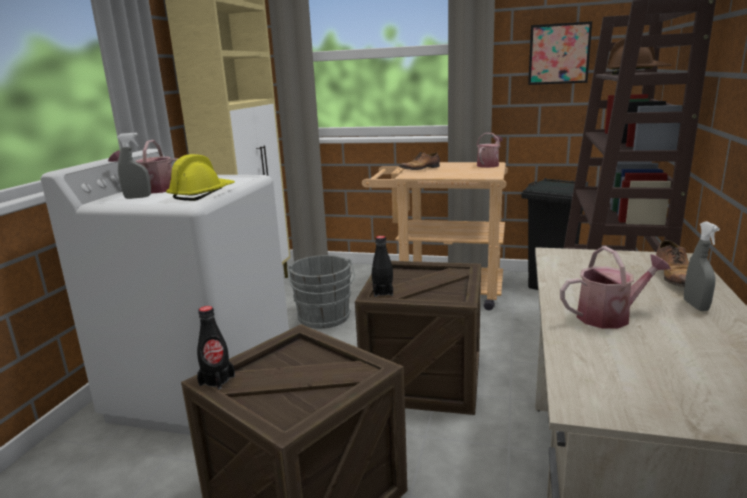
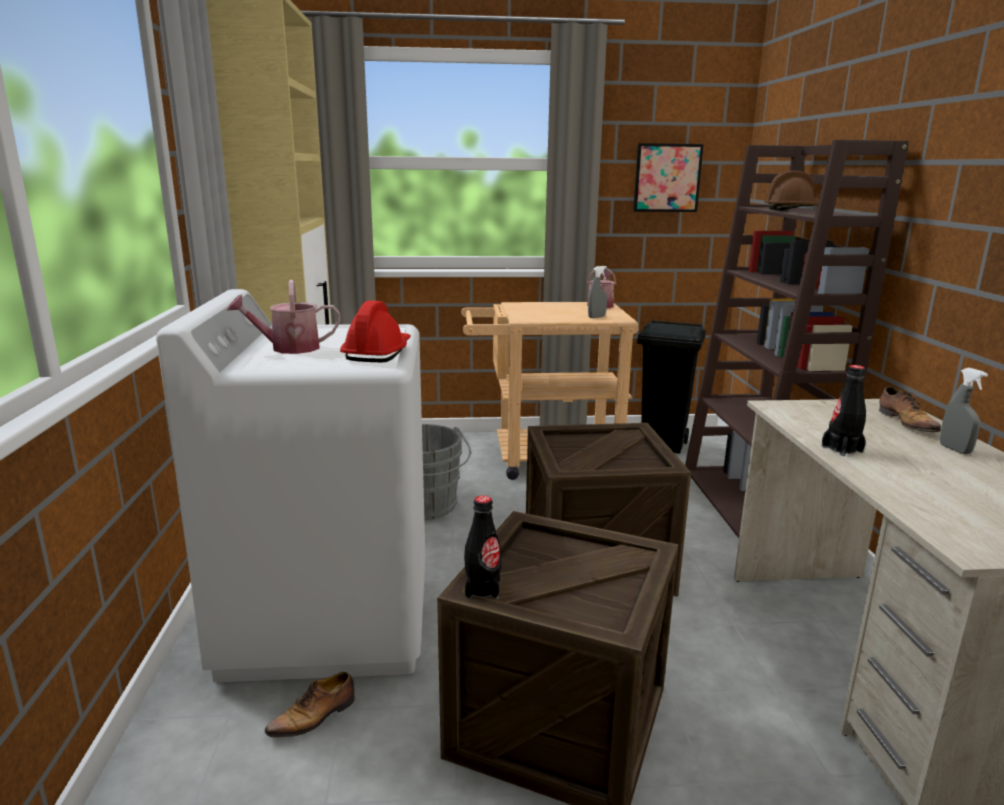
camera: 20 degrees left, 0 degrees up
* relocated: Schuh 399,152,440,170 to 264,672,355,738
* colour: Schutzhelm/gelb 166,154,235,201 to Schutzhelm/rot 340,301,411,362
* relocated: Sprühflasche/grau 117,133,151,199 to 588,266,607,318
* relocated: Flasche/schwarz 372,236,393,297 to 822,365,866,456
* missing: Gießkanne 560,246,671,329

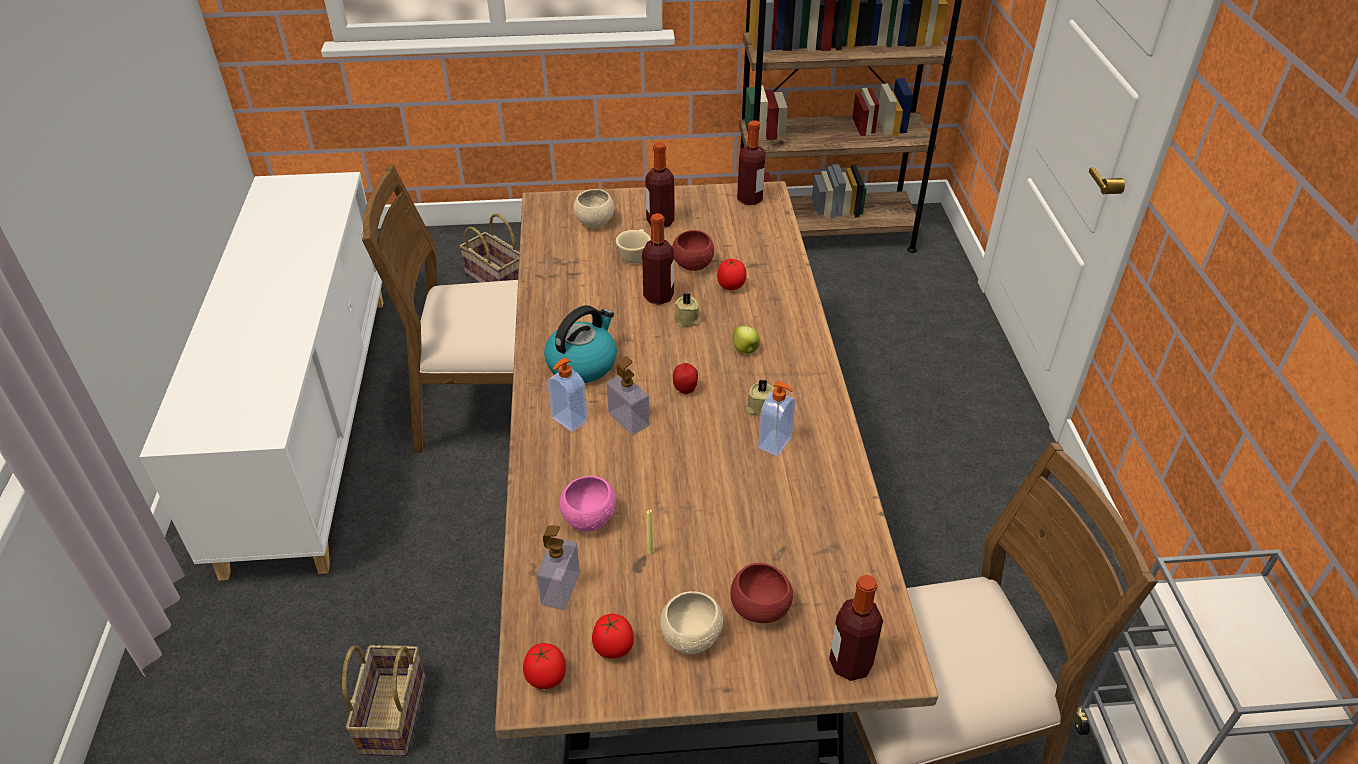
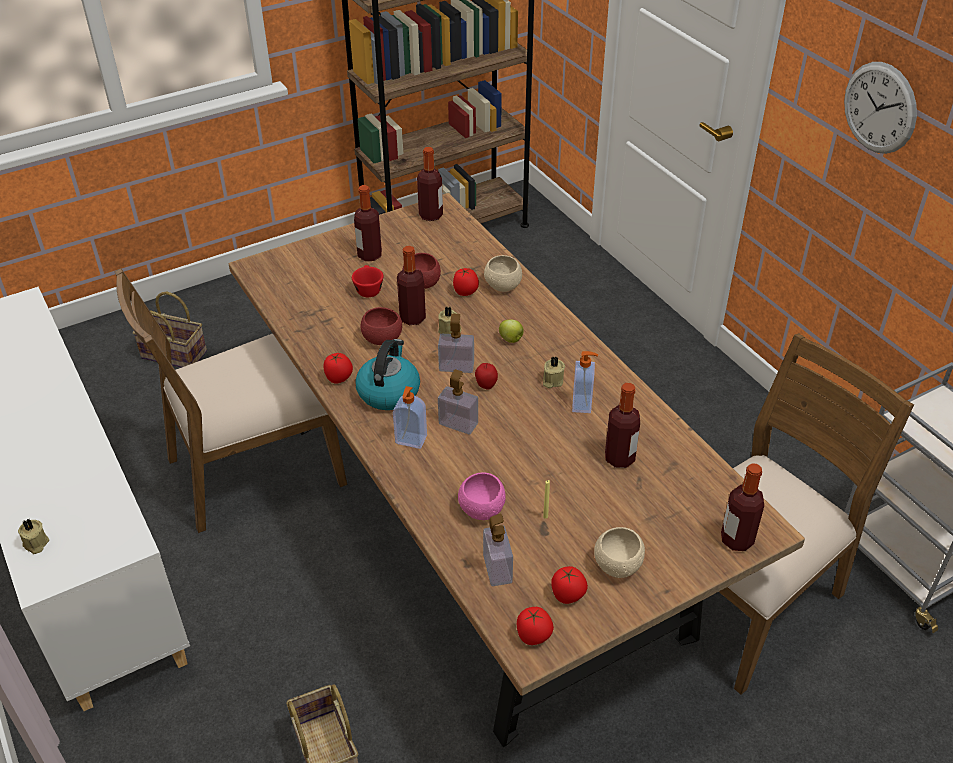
camera: 25 degrees left, 0 degrees up
* appeared: Kerze/beige 18,519,49,554
* appeared: Tomate 323,353,353,384
* colour: Tasse/beige 616,229,651,264 to Tasse/rot 352,265,384,297
* relocated: Schüssel/rot 730,563,793,623 to 361,307,402,345
* appeared: Seifenspender 438,314,474,373
* relocated: Schüssel/beige 574,189,614,227 to 484,255,522,292
* appeared: Flasche 605,383,640,468
* appeared: Wanduhr 844,62,917,154

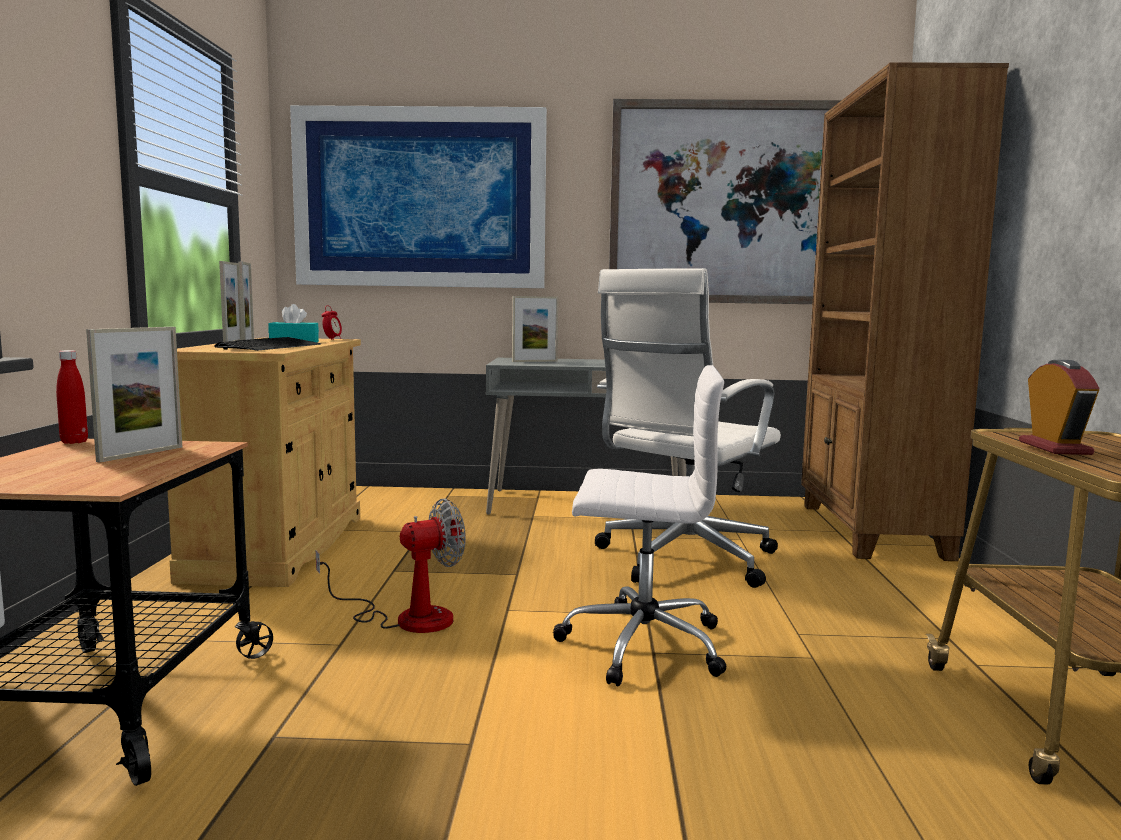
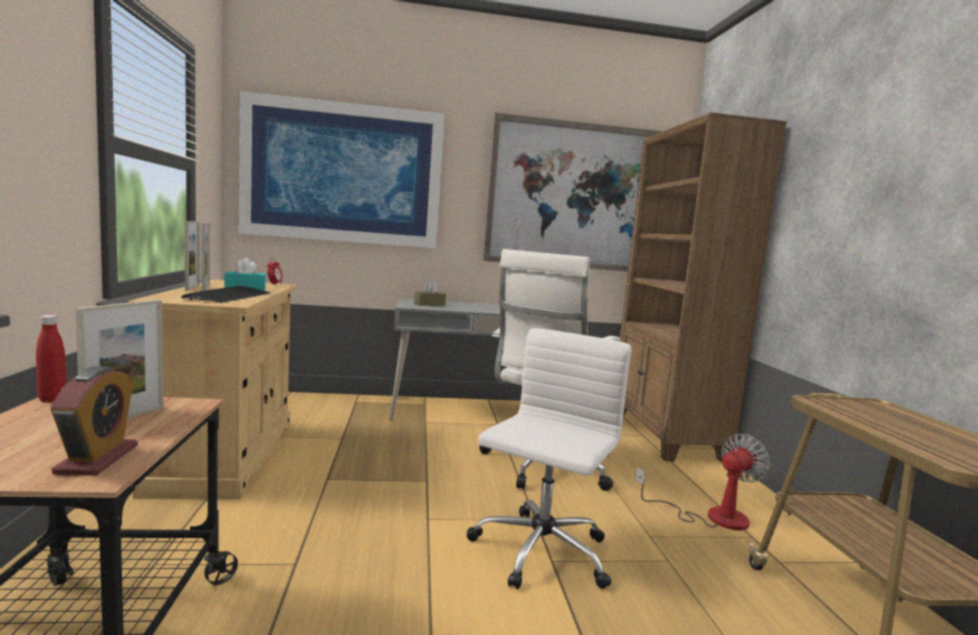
camera: 10 degrees left, 0 degrees up
* relocated: Wecker 1019,360,1100,455 to 50,366,138,476
* exchanged: Bilderrahmen 512,296,558,362 to Taschentuchbox/braun 414,281,446,306
* spun: Bürostuhl/weiß 553,365,727,687 = 466,328,632,589 60 degrees counterclockwise
* relocated: Ventilator 316,499,466,633 to 635,434,770,530

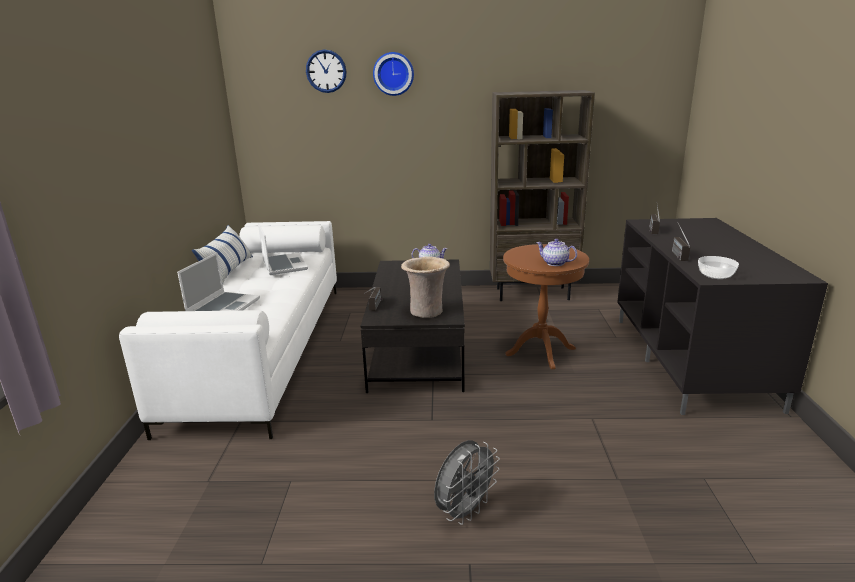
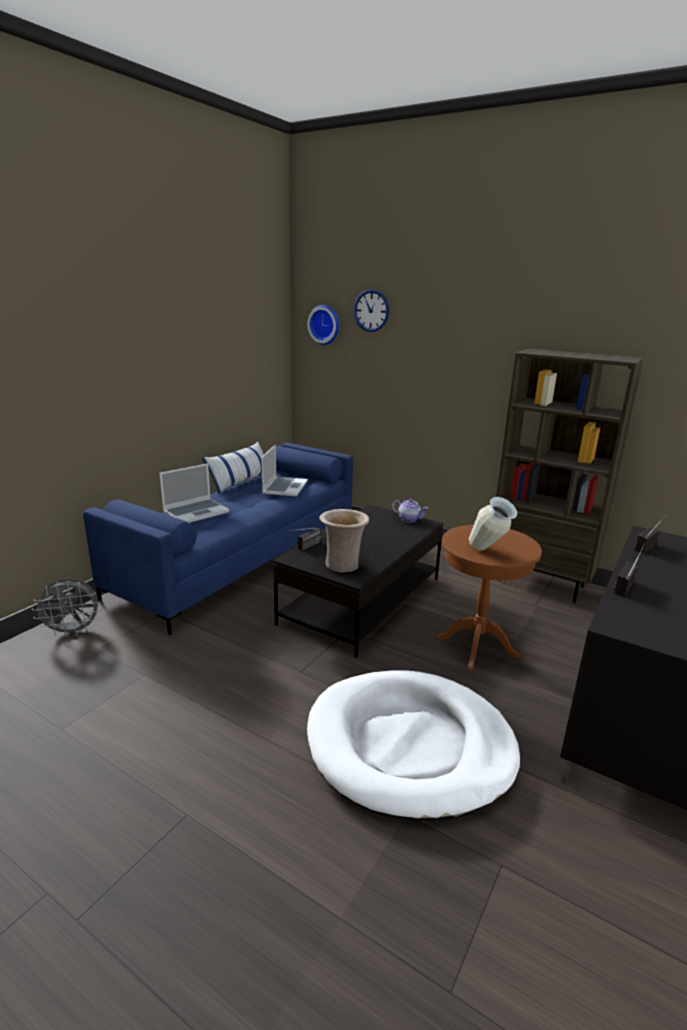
camera: 30 degrees right, 0 degrees up
* relocated: Ventilator/grau 434,440,500,525 to 32,579,102,637
* colour: Sofa/weiß 119,221,337,440 to Sofa/blau 83,443,353,635
* relocated: Wanduhr 373,52,414,96 to 307,305,339,345
* appeared: Hundebett/weiß 307,671,520,821
* exchanged: Teekanne 536,239,577,266 to Vase 469,497,517,550
* missing: Schüssel 698,256,739,279

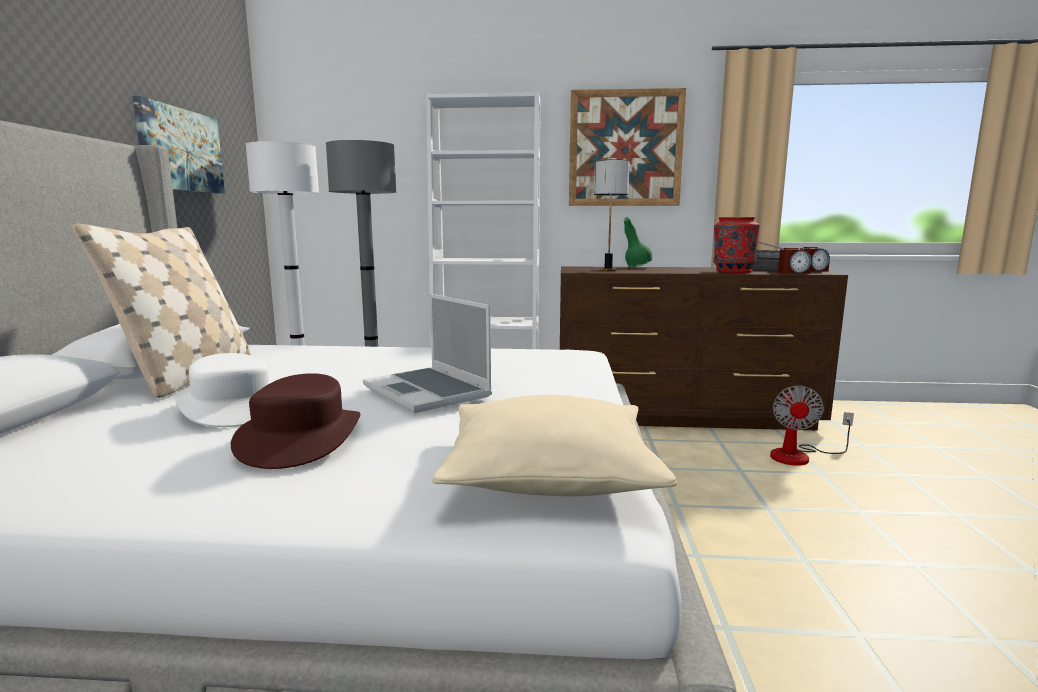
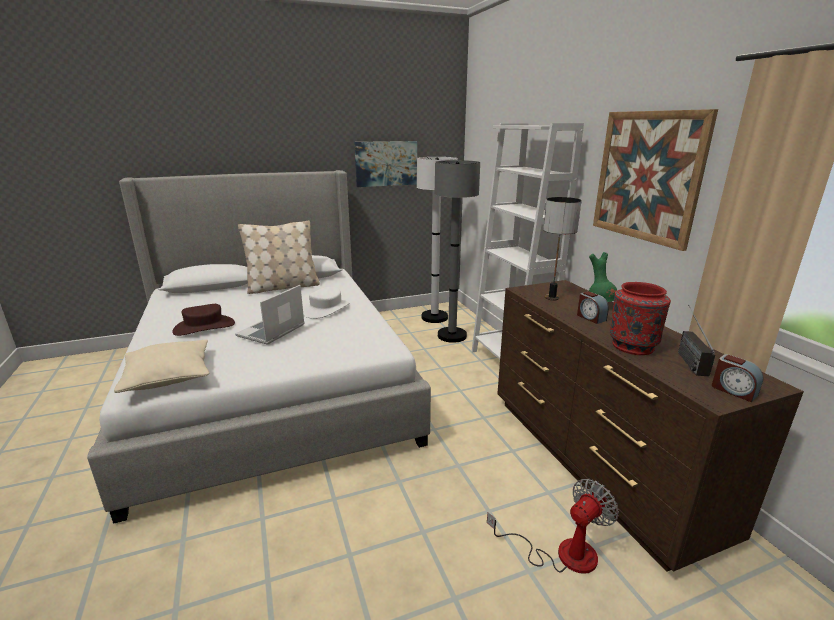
camera: 65 degrees right, 10 degrees up
* relocated: Hut/weiß 175,353,270,427 to 303,287,349,319
* spun: Ventilator 770,385,854,466 = 487,479,619,574 150 degrees clockwise
* relocated: Wecker 778,248,812,274 to 577,291,609,324

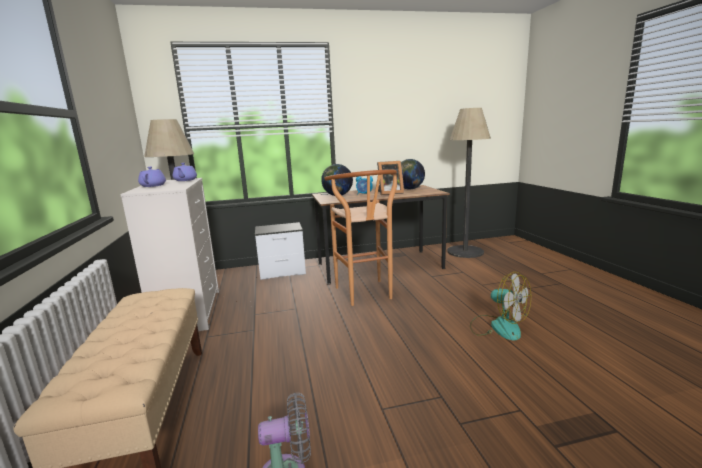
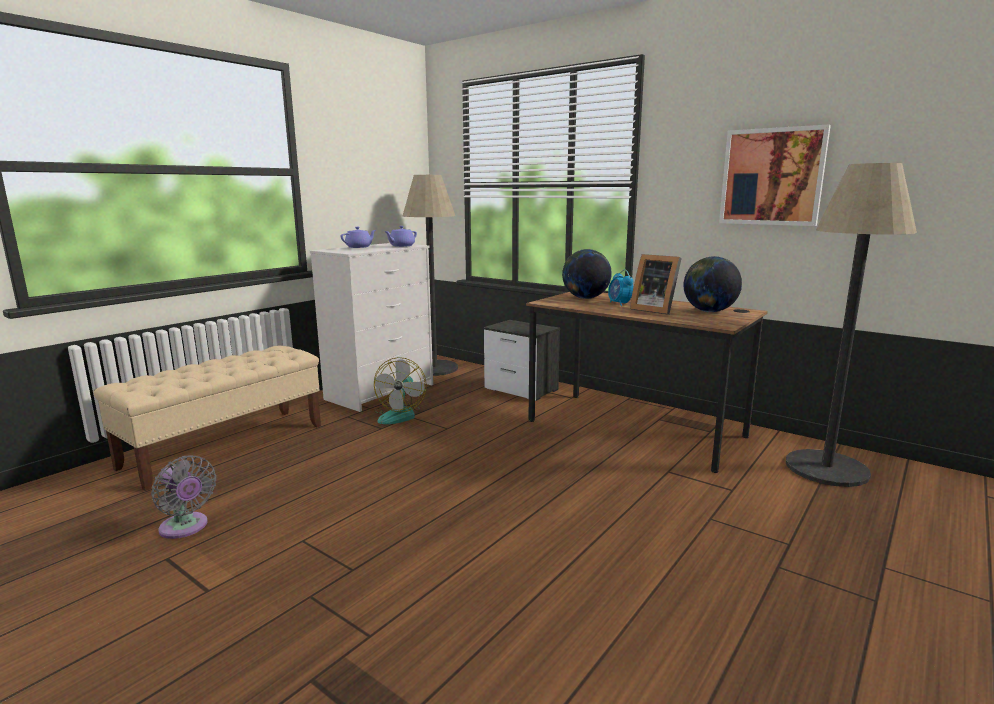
camera: 50 degrees right, 0 degrees up
* relocated: Ventilator 470,272,531,341 to 374,357,427,424
* appeared: Bild 719,124,831,226
* missing: Hocker/braun 324,169,397,306

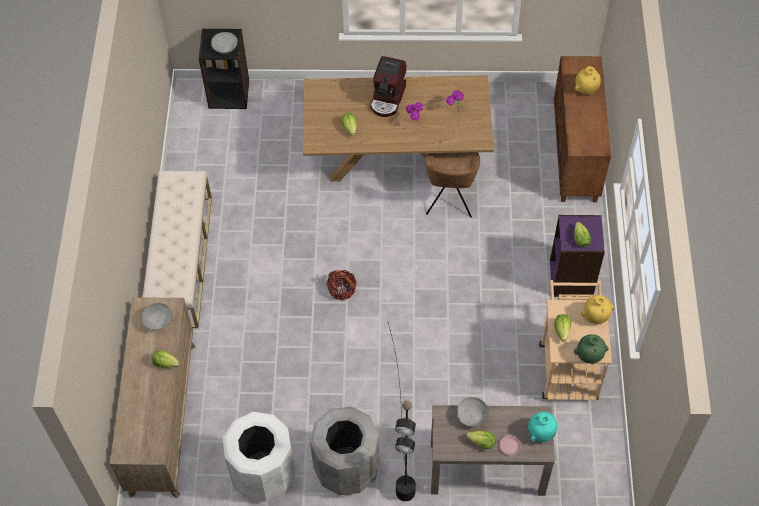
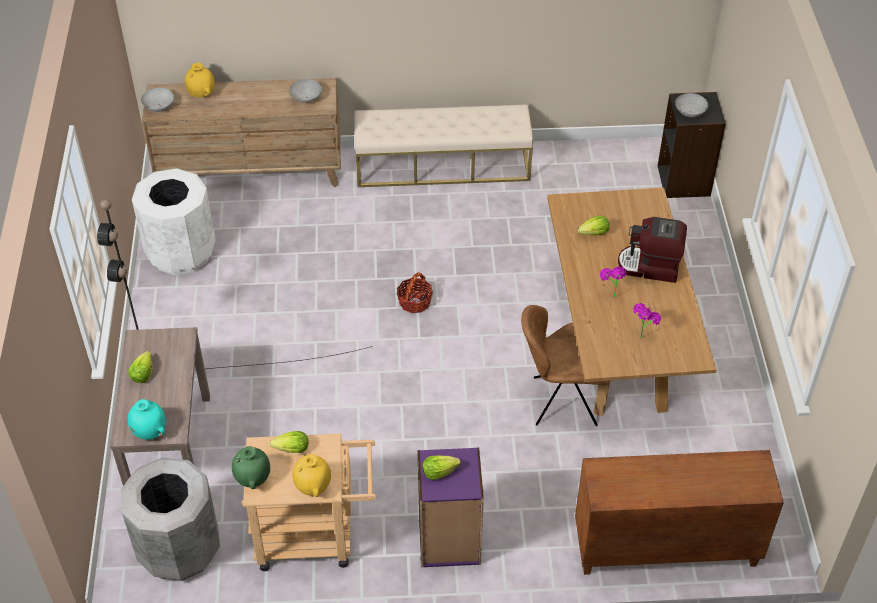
camera: 85 degrees right, 10 degrees down
* relocated: Mülleimer/grau 310,407,379,495 to 121,458,220,581
* relocated: Schüssel/grau 456,397,488,427 to 141,88,174,112
* relocated: Vase/gelb 575,66,601,94 to 185,63,215,97
* missing: Salatkopf 152,350,180,369
* missing: Teller/rosa 499,435,521,455

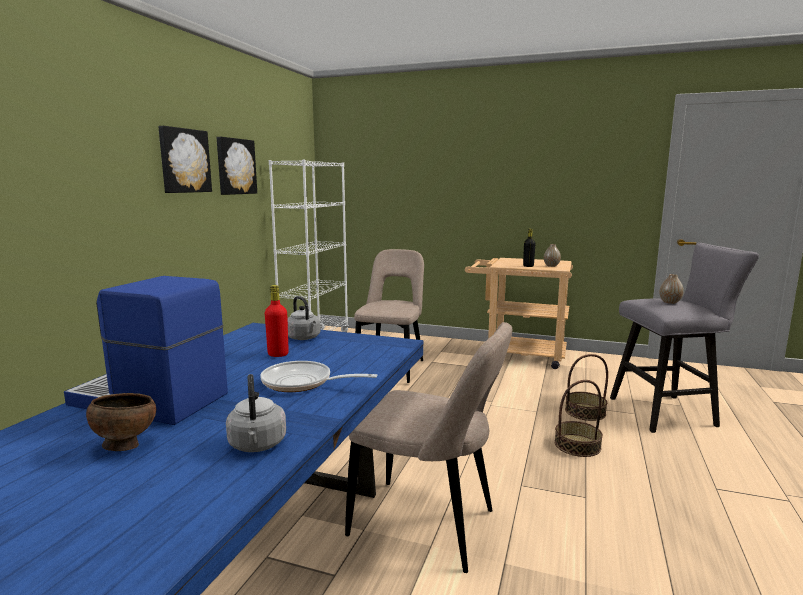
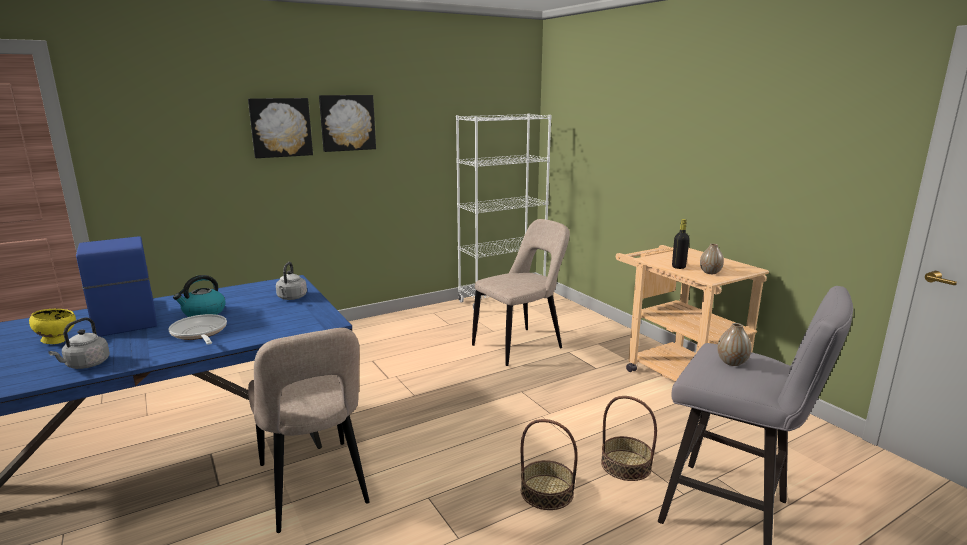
camera: 40 degrees right, 5 degrees up
* colour: Schüssel/braun 86,393,156,451 to Schüssel/gelb 29,308,76,344
* appeared: Wasserkessel 173,275,226,317
* relocated: Bild 216,137,257,195 to 248,98,313,158
* missing: Flasche/rot 265,285,289,357

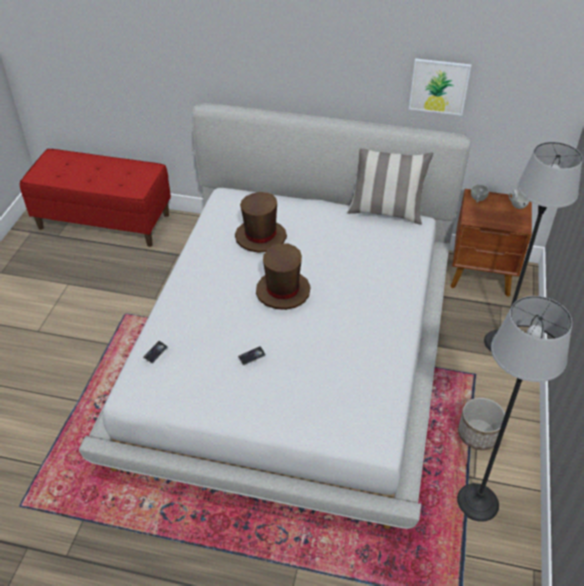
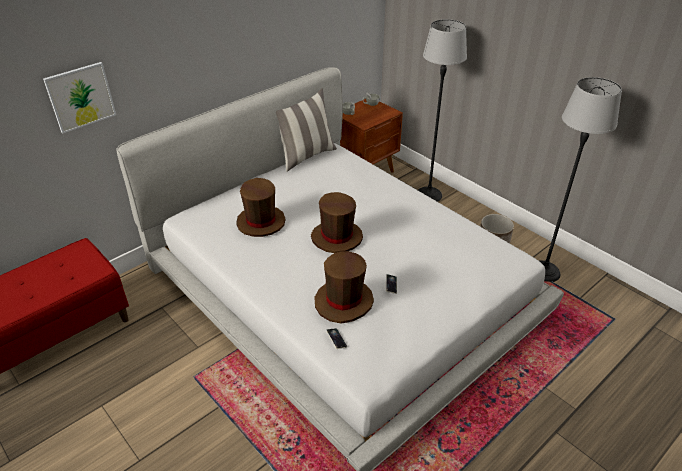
camera: 55 degrees left, 5 degrees down
* relocated: Bild 409,59,471,116 to 43,62,116,133
* appeared: Hut/braun 315,251,374,324

